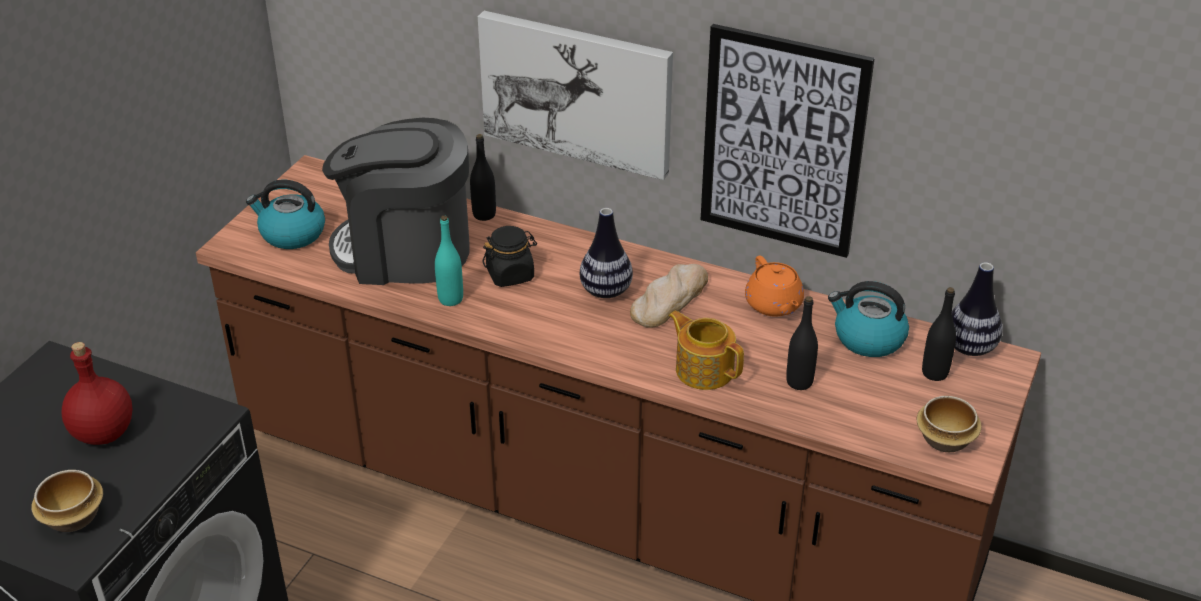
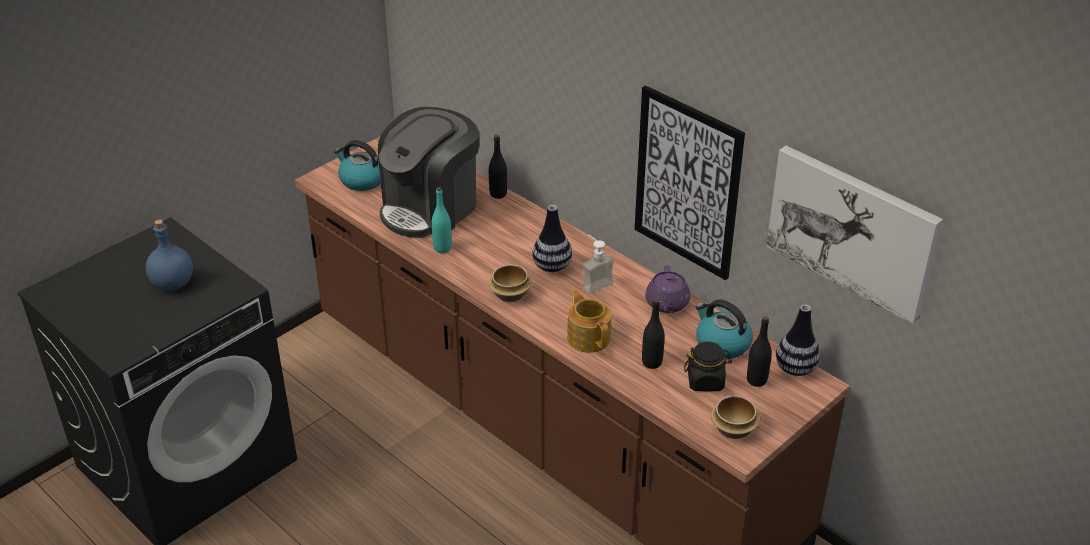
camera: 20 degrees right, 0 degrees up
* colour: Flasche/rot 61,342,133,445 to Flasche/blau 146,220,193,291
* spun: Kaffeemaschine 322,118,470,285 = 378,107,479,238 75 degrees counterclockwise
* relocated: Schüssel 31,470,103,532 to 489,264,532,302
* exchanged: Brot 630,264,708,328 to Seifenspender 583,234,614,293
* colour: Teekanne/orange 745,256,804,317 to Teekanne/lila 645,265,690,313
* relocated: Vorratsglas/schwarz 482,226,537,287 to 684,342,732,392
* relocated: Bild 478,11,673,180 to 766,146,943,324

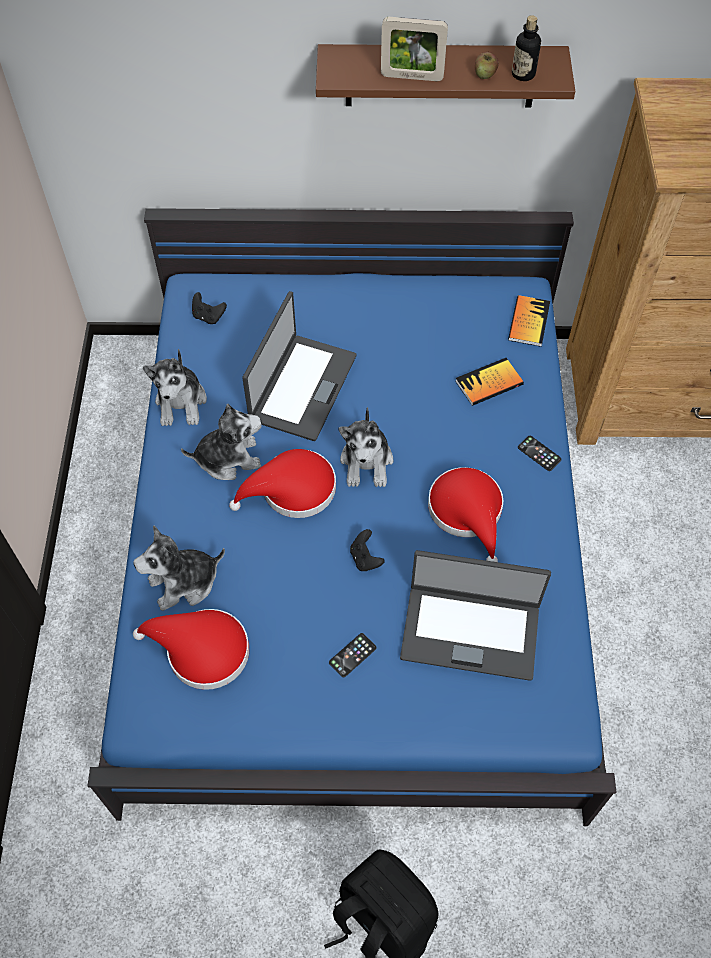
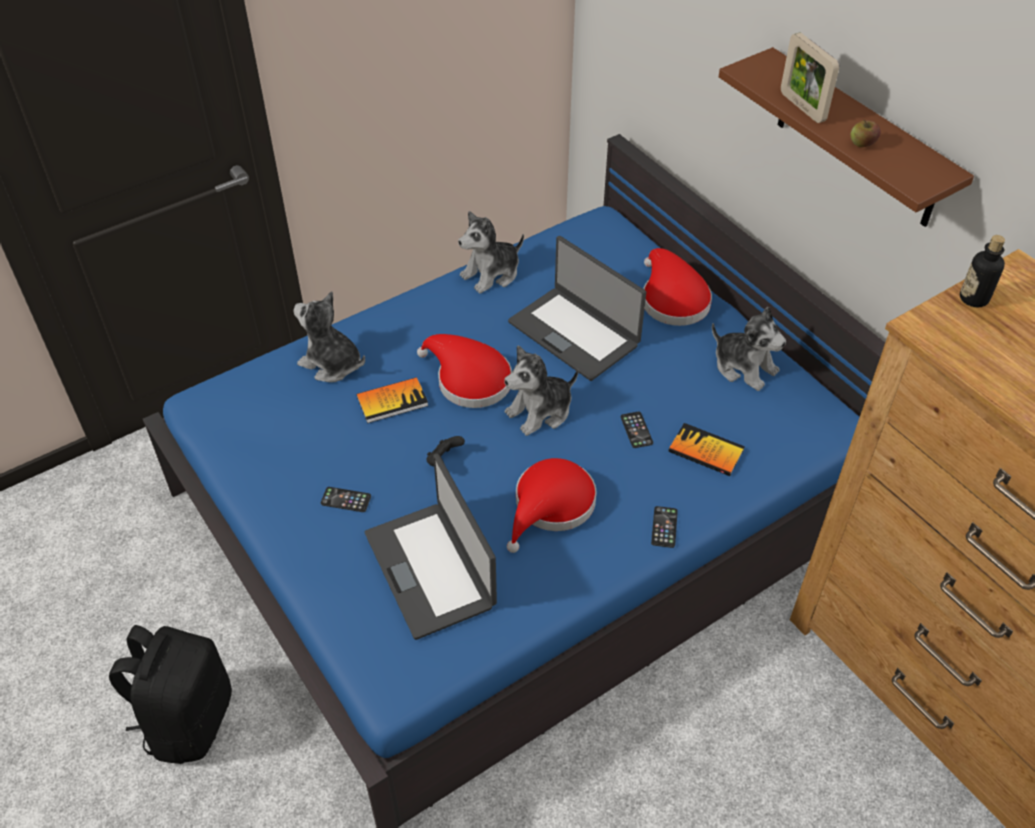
camera: 55 degrees right, 10 degrees down
* relocated: Buch 508,295,550,347 to 357,377,428,423
* spun: Laptop 243,291,357,441 = 508,236,646,381 60 degrees clockwise
* appeared: Handy 621,412,653,448
* relocated: Hut/rot 133,609,249,690 to 643,248,712,326
* relocated: Plüschtier 181,404,262,480 to 712,307,786,391
* relocated: Flasche 512,15,541,81 to 960,235,1005,307
* missing: Gamepad/schwarz 192,292,227,324

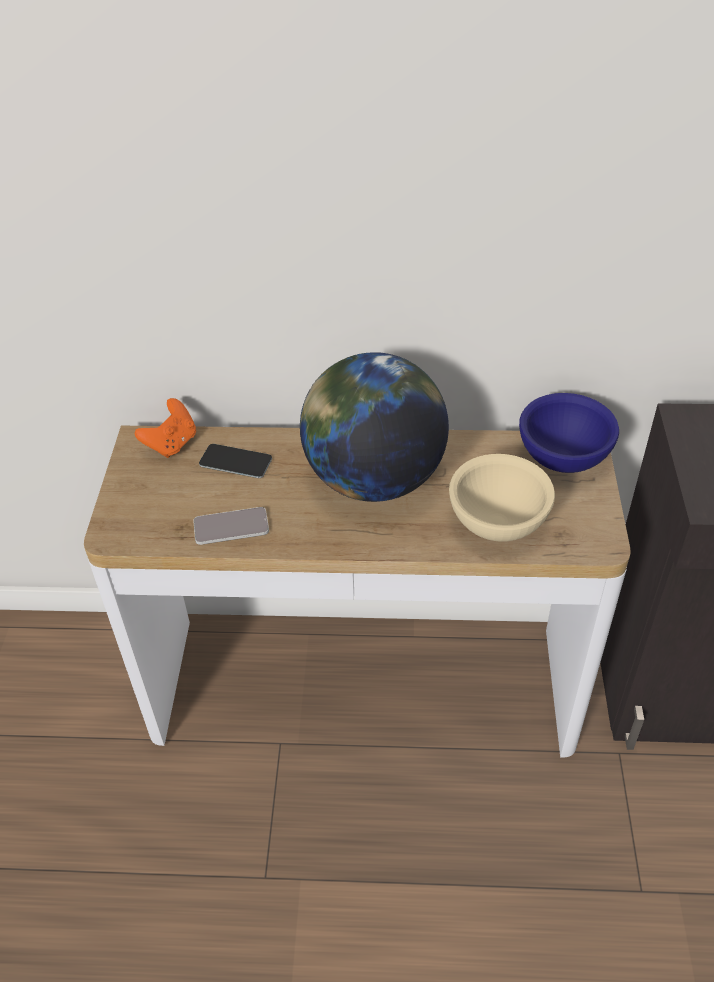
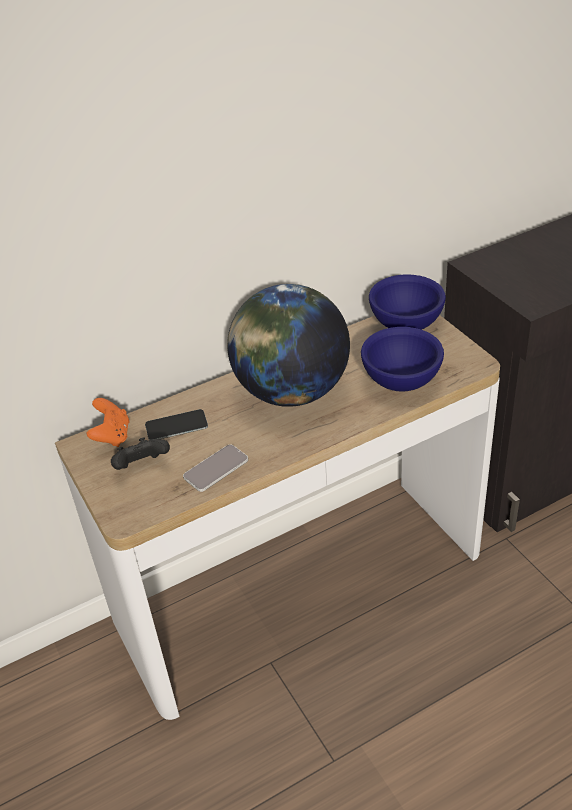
camera: 30 degrees left, 5 degrees down
* appeared: Gamepad/schwarz 111,438,170,470
* colour: Schüssel/beige 449,454,555,542 to Schüssel/blau 361,327,444,392

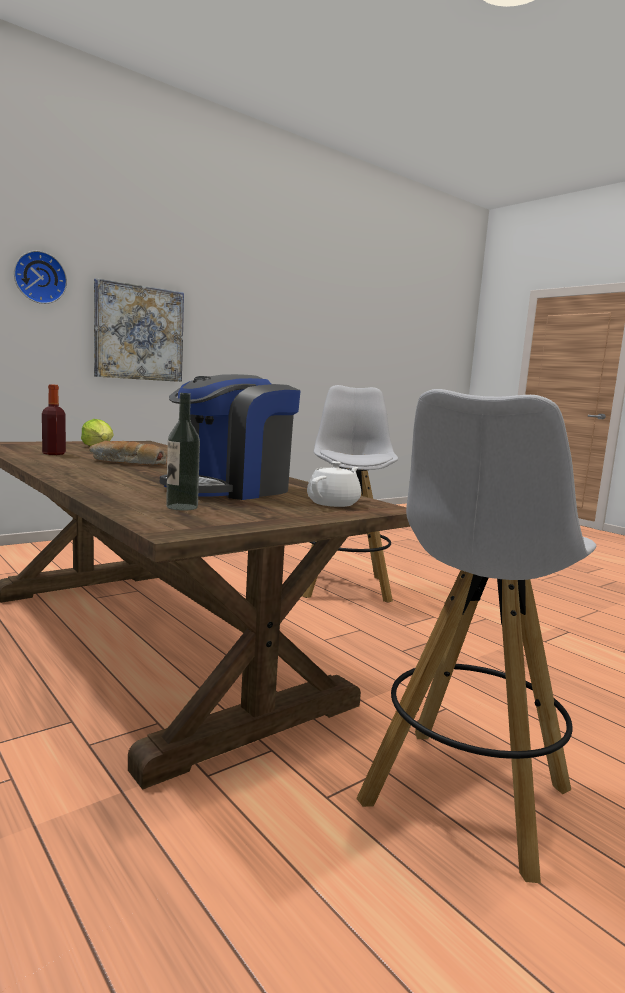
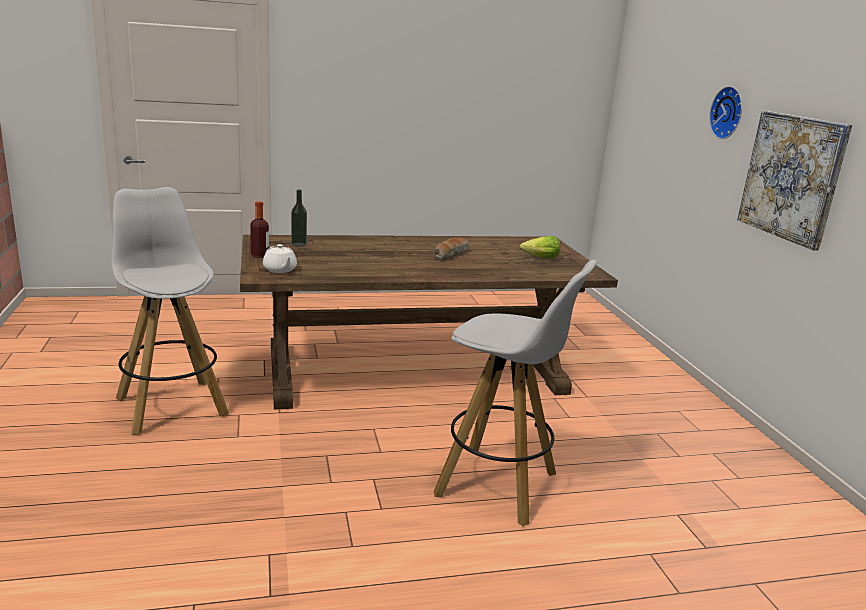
camera: 115 degrees right, 10 degrees up
* relocated: Flasche 42,384,66,455 to 250,201,269,258
* missing: Kaffeemaschine 160,374,301,500

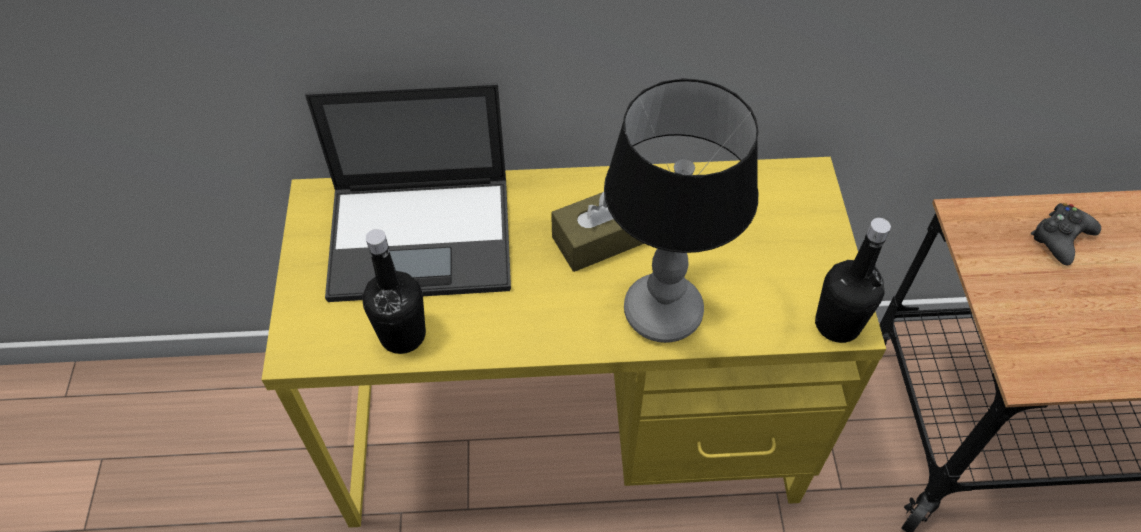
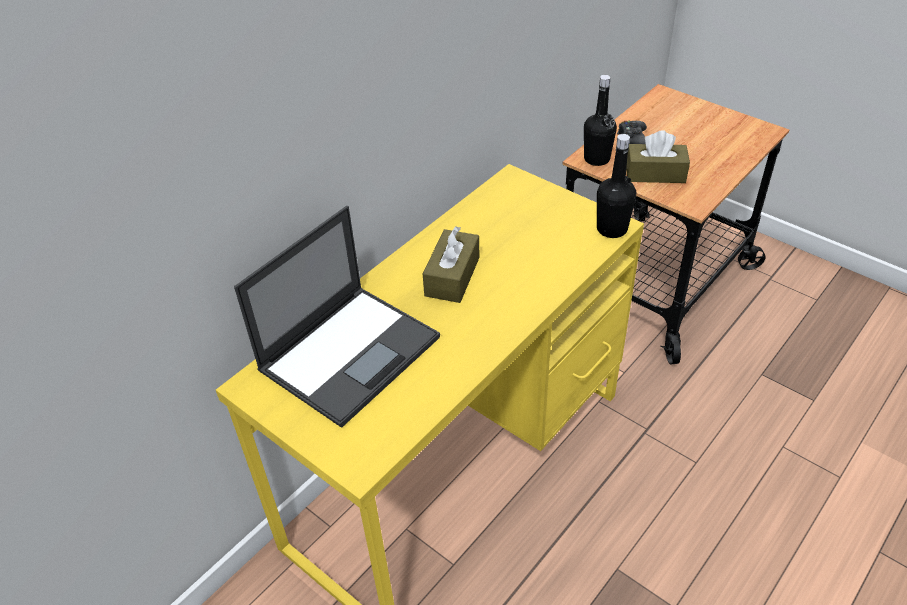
camera: 45 degrees left, 10 degrees down
* relocated: Flasche/schwarz 362,229,426,354 to 584,75,617,166
* appeared: Taschentuchbox/braun 626,131,690,183
* missing: Tischlampe 604,78,759,343

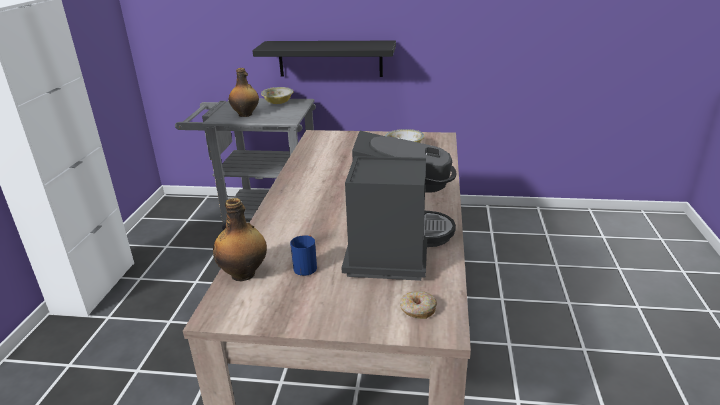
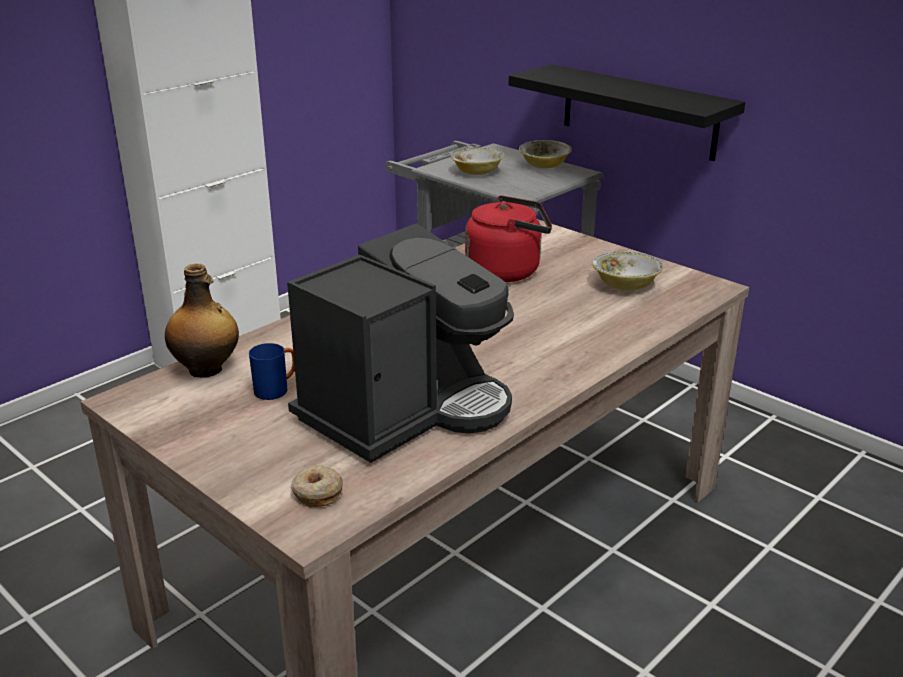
camera: 35 degrees right, 0 degrees up
* exchanged: Flasche 229,68,259,117 to Schüssel 451,148,504,175
* appeared: Wasserkessel/rot 465,195,552,282

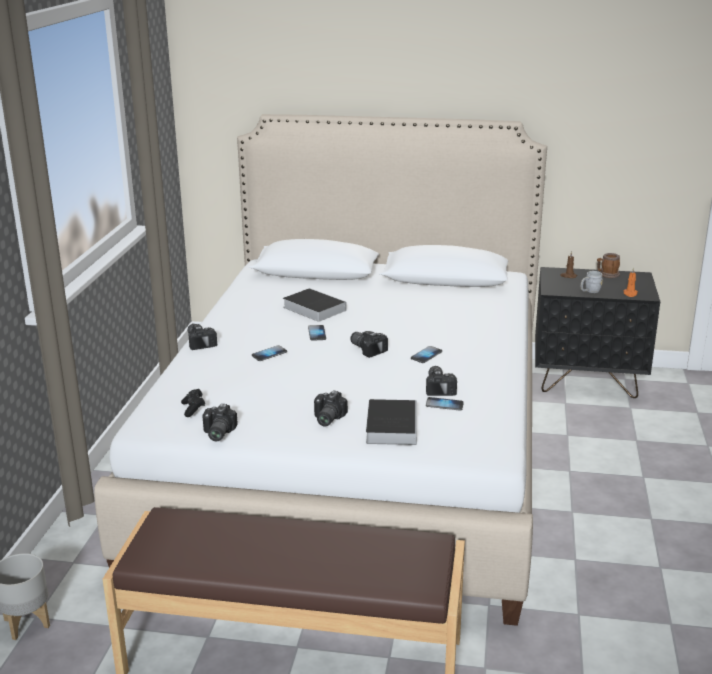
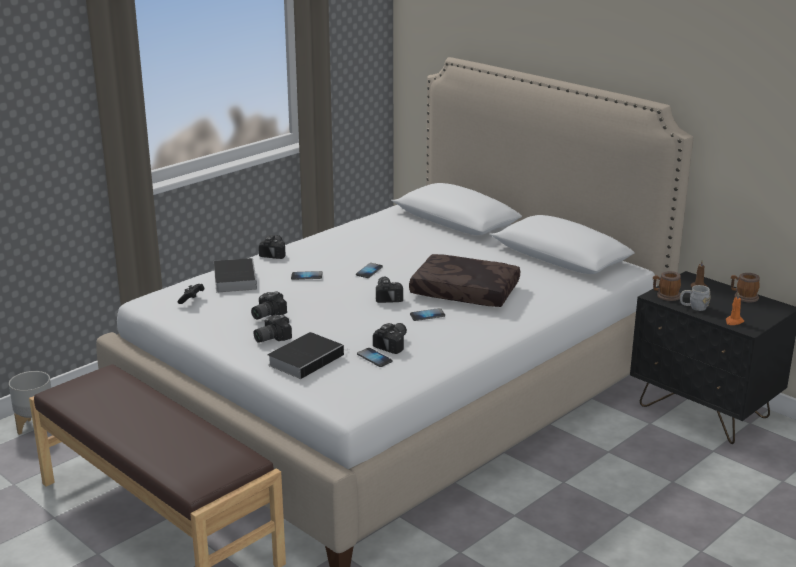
camera: 35 degrees right, 0 degrees up
* relocated: Buch 283,288,346,322 to 214,258,257,293
* relocated: Kamera 202,404,238,441 to 251,291,287,319
* appeared: Kissen/braun 409,254,520,307
* appeared: Henkelbecher 653,271,681,301

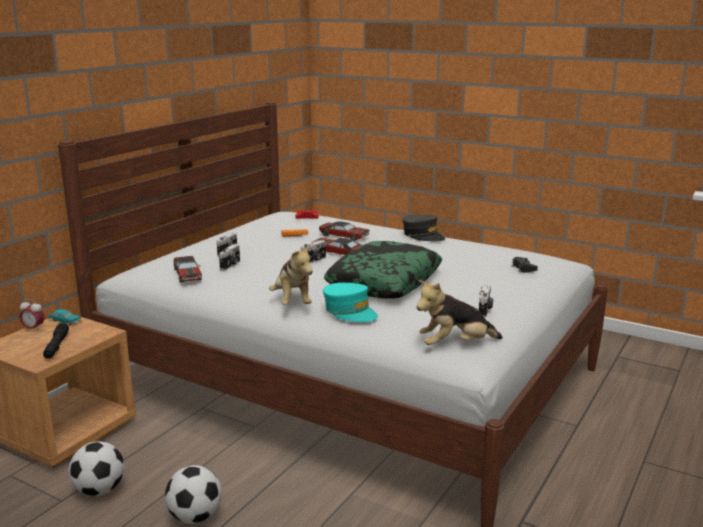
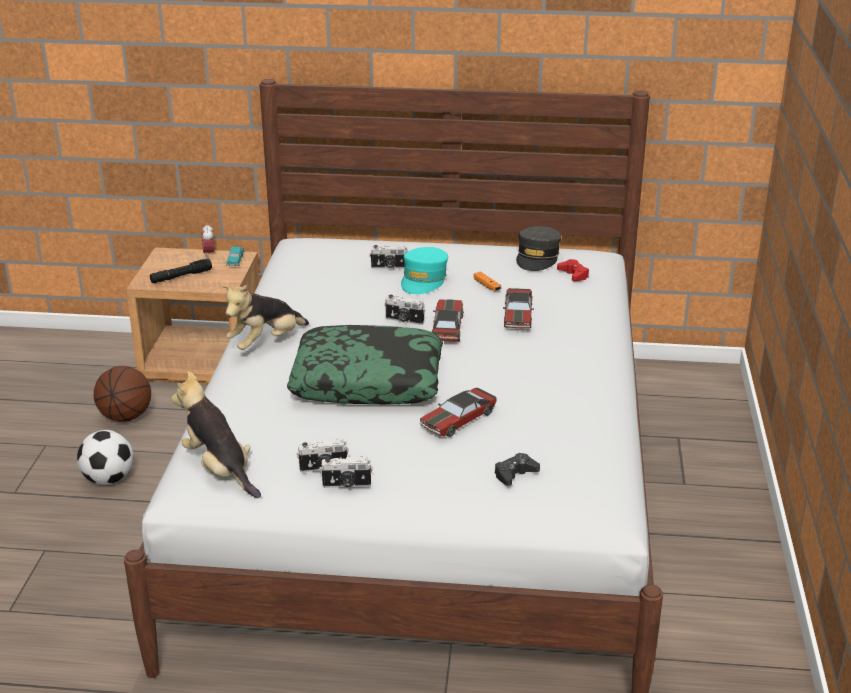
camera: 65 degrees right, 10 degrees up
* exchanged: Fußball 69,442,125,496 to Basketball 94,366,151,422
* relocated: Kamera 219,244,240,270 to 320,457,373,488
* relocated: Kappe/türkis 323,283,378,322 to 401,247,448,294
* relocated: Spielzeugauto 174,256,202,282 to 420,388,497,437
* relocated: Kappe/grau 402,215,445,241 to 516,226,561,271

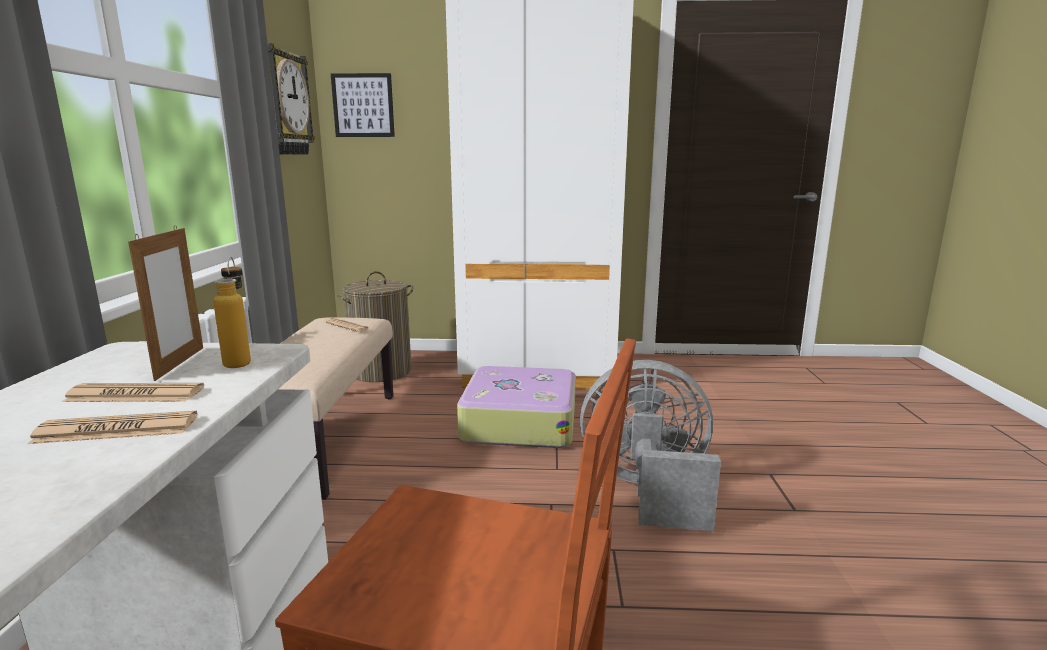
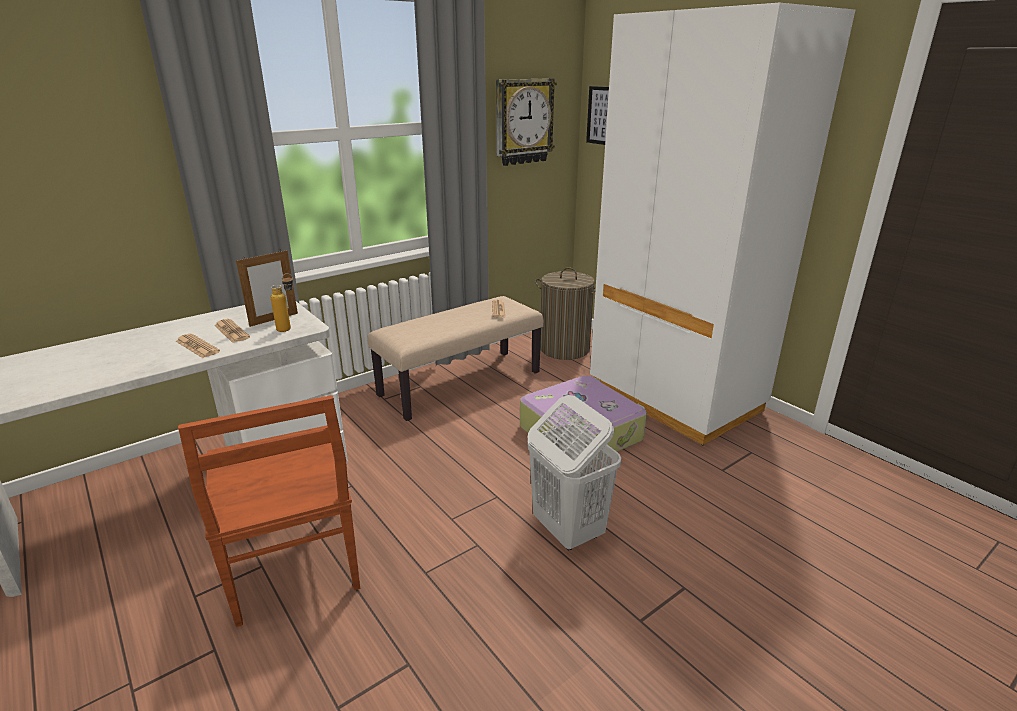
camera: 50 degrees right, 10 degrees up
* exchanged: Ventilator/grau 580,360,721,531 to Wäschekorb/weiß 527,395,621,550

